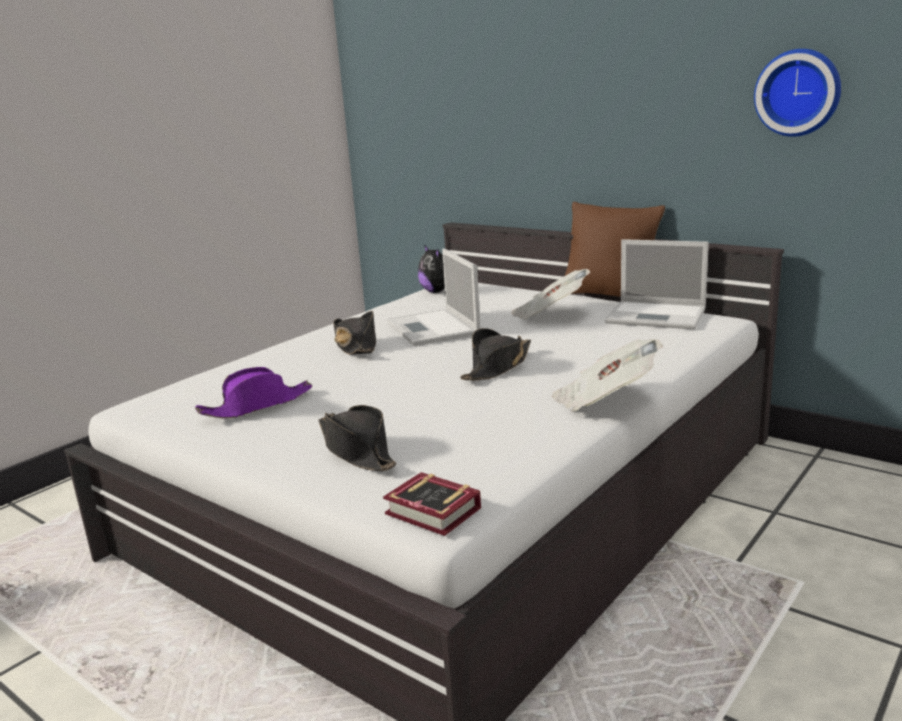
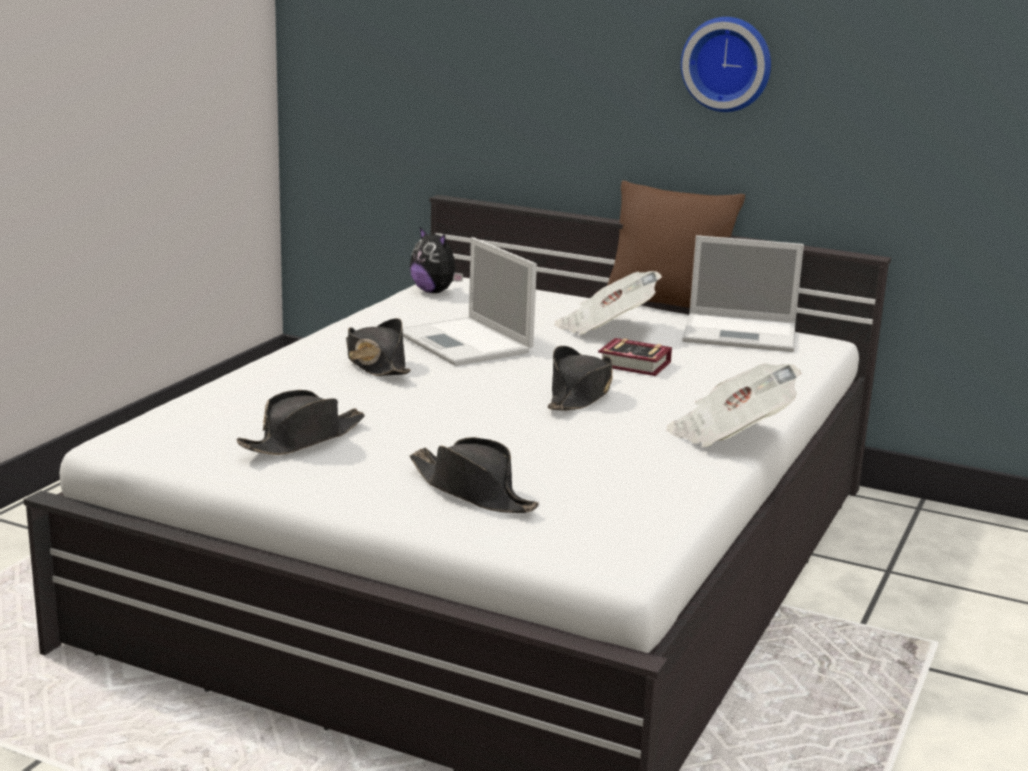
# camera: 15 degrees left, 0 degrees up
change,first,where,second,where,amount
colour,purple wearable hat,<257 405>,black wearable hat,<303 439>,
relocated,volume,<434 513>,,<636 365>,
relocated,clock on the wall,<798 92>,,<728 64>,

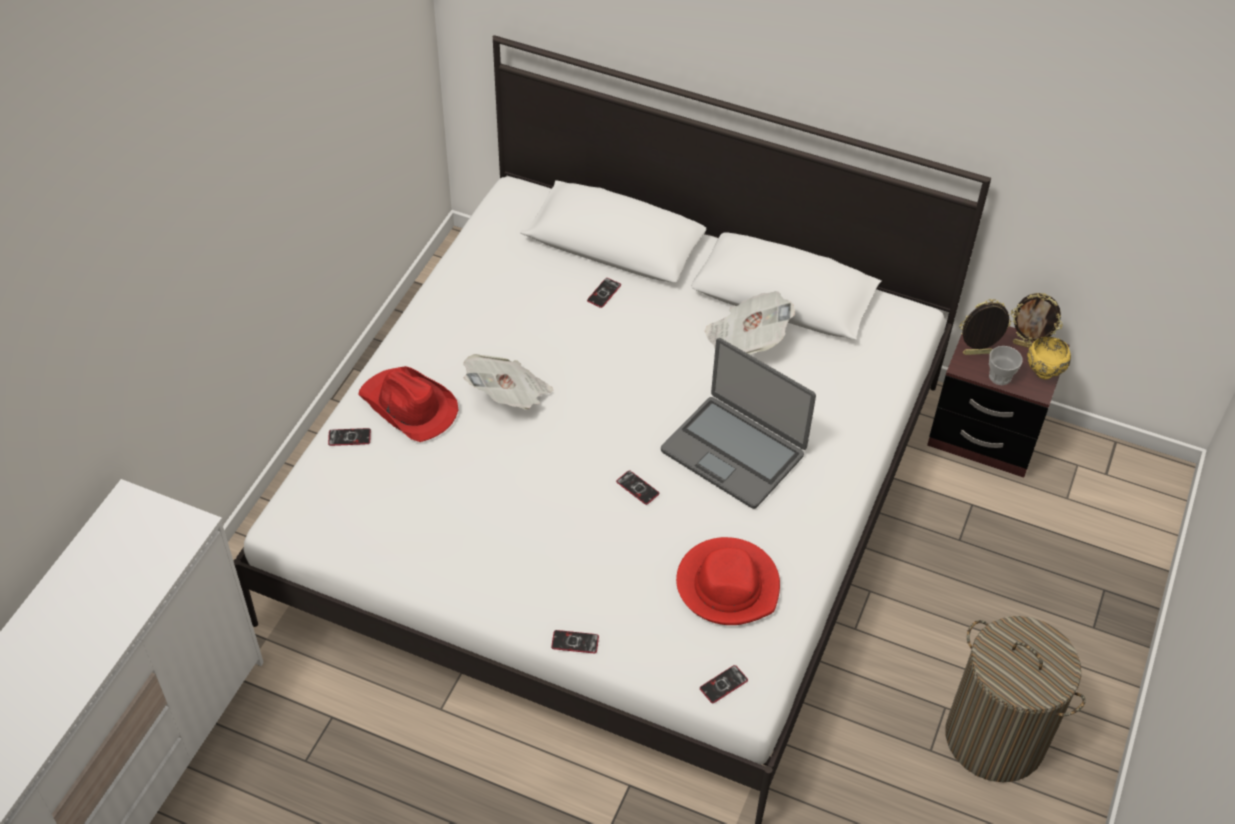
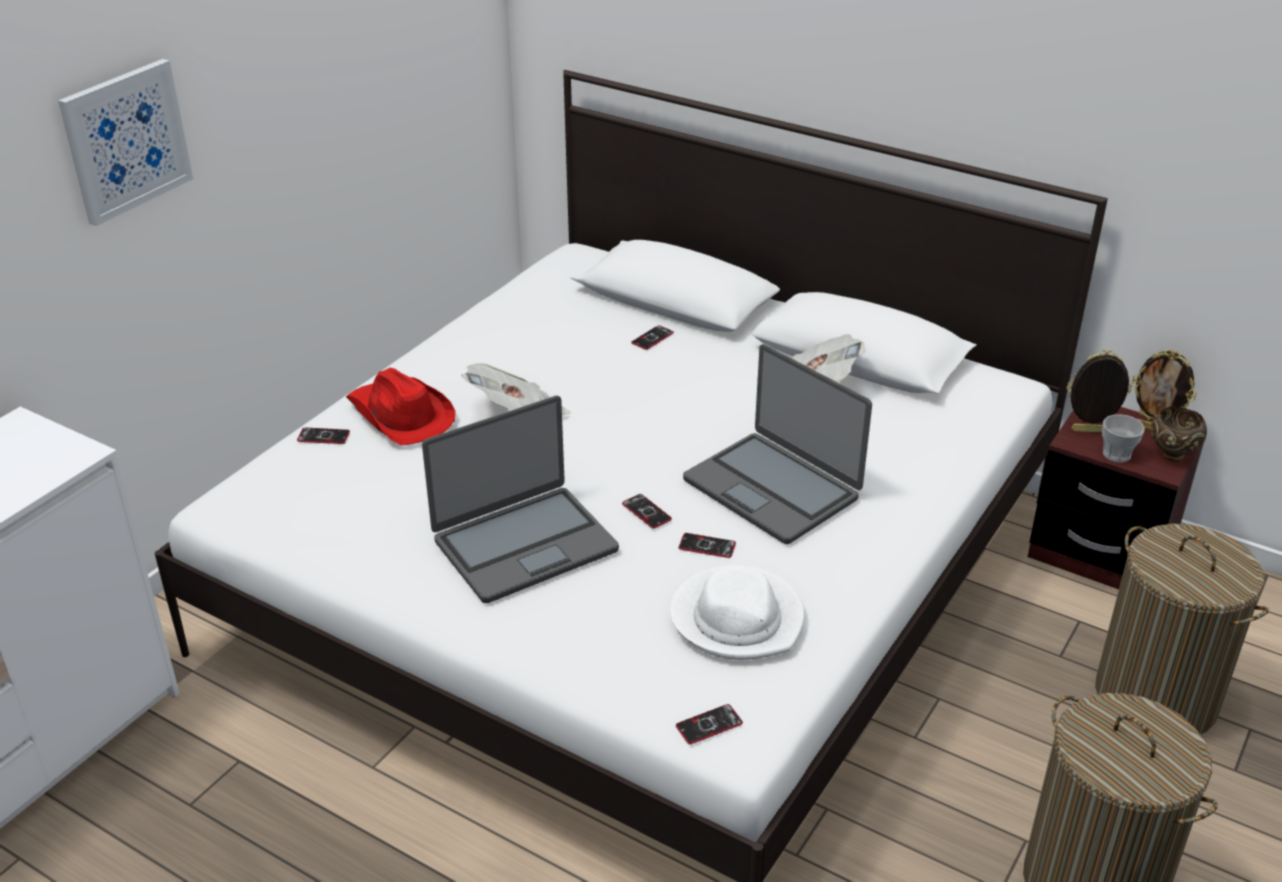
# camera: 10 degrees right, 15 degrees down
change,first,where,second,where,amount
appeared,,,wall picture,<126 140>,
appeared,,,notebook computer,<524 544>,
colour,red wearable hat,<728 585>,white wearable hat,<738 618>,
relocated,telephone,<575 642>,,<707 546>,
appeared,,,laundry basket,<1156 697>,
colour,yellow-coloured serving bowl,<1042 373>,brown serving bowl,<1171 456>,

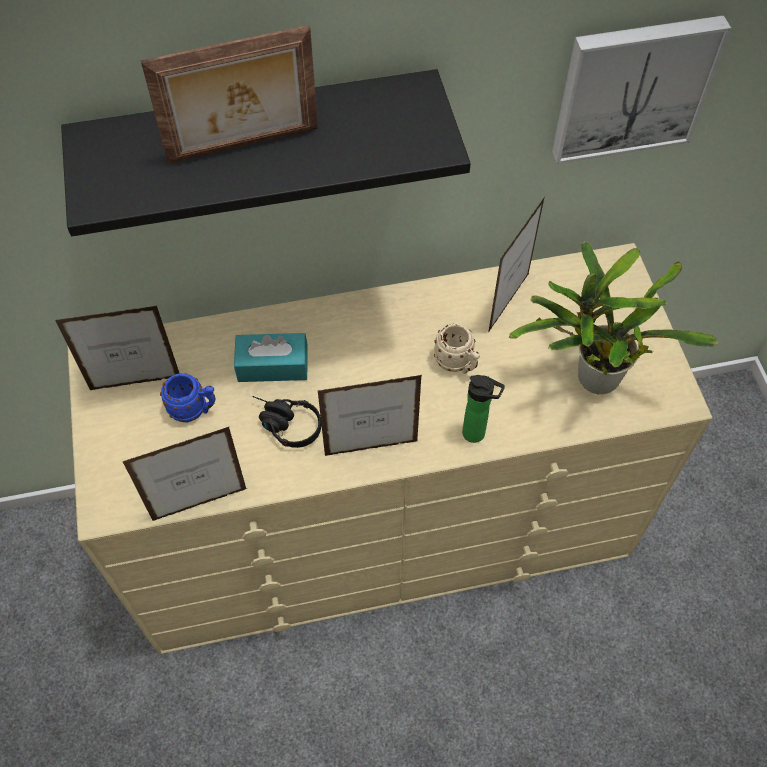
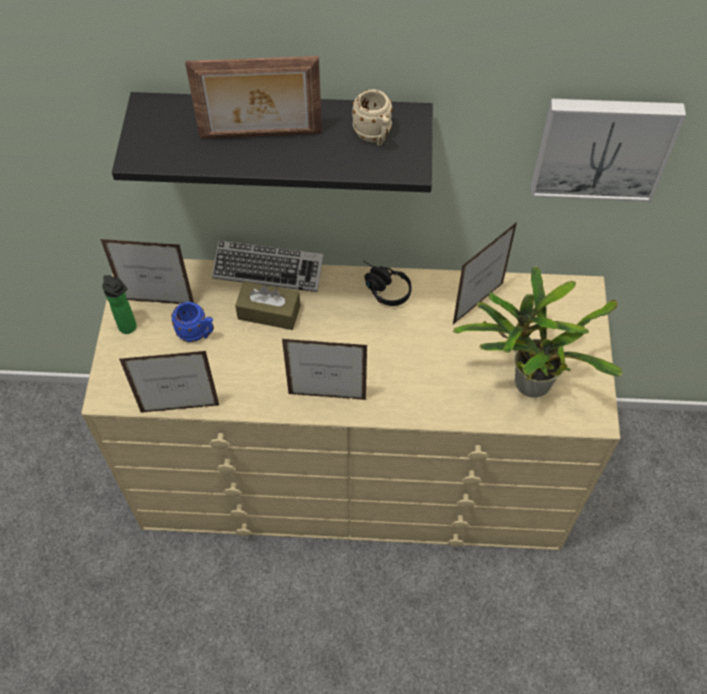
# camera: 15 degrees right, 0 degrees up
change,first,where,second,where,amount
relocated,bottle,<477 434>,,<129 328>,
appeared,,,keyboard,<268 270>,
colour,turquoise-coloured tissue holder,<273 365>,brown tissue holder,<269 312>,
relocated,beige coffee mug,<457 364>,,<374 136>,
relocated,black headset,<284 425>,,<382 288>,

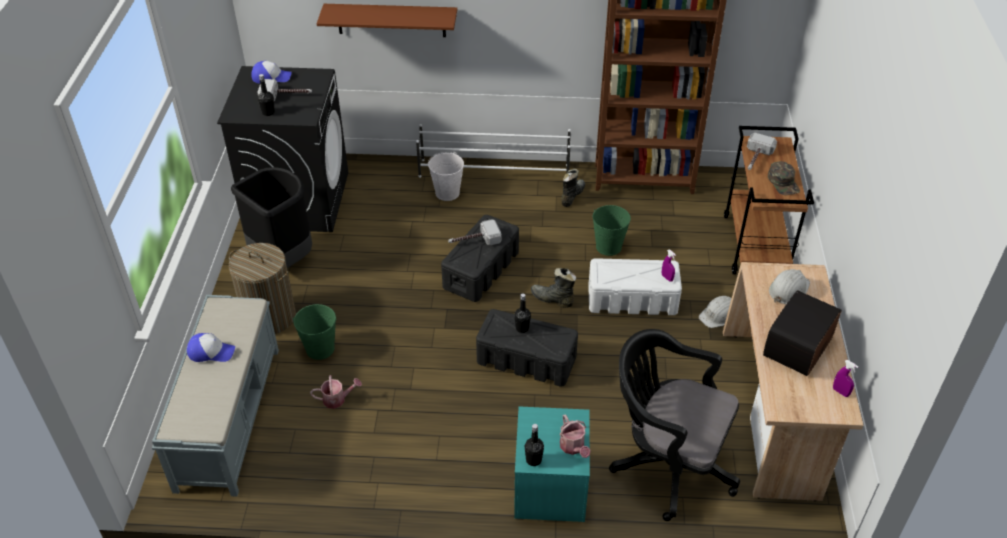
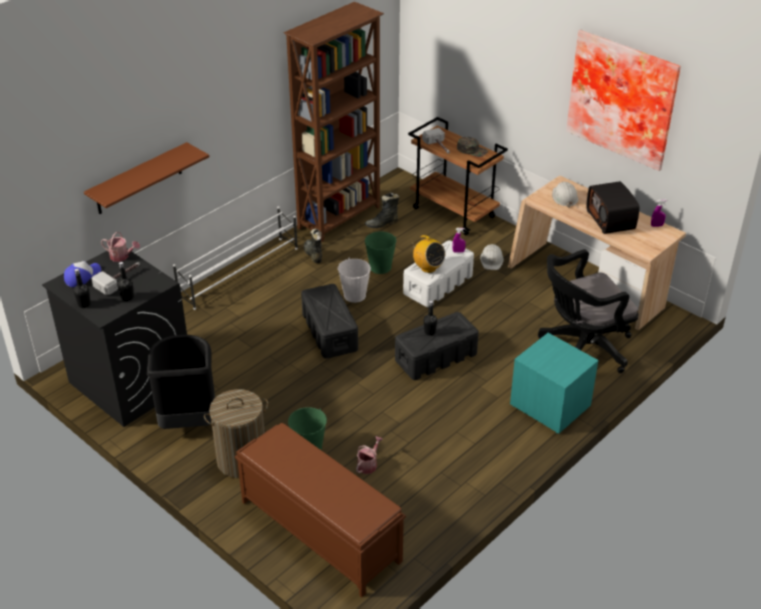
# camera: 50 degrees left, 5 degrees down
change,first,where,second,where,amount
relocated,black bottle,<533 460>,,<84 304>,
relocated,watering can,<573 447>,,<122 256>,
colour,greyish bench,<229 416>,brown bench,<319 530>,
relocated,white bucket,<447 193>,,<355 295>,
relocated,black high-top boot,<552 299>,,<382 224>,
appeared,,,radio,<428 268>,
appeared,,,wall picture,<623 98>,
missing,cap,<211 352>,,,
missing,tool hammer,<473 240>,,,

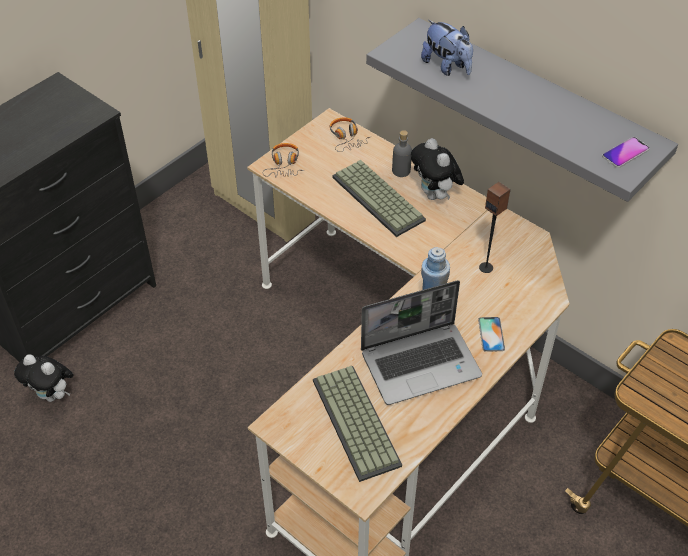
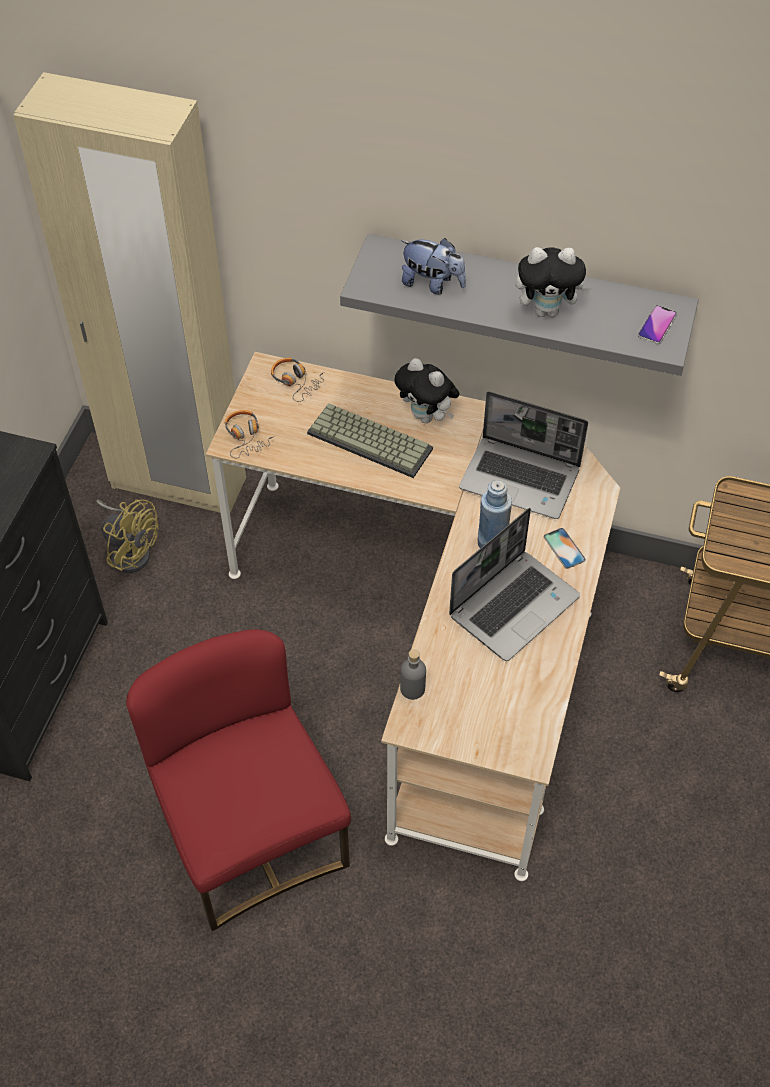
# camera: 25 degrees left, 5 degrees up
change,first,where,second,where,amount
appeared,,,yellow-coloured fan,<130 550>,
appeared,,,red upright chair,<252 834>,
relocated,greyish bottle,<401 171>,,<412 689>,
exchanged,speaker,<486 267>,notebook computer,<521 478>,
relocated,soft toy,<53 395>,,<547 310>,
missing,keyboard,<358 422>,,,

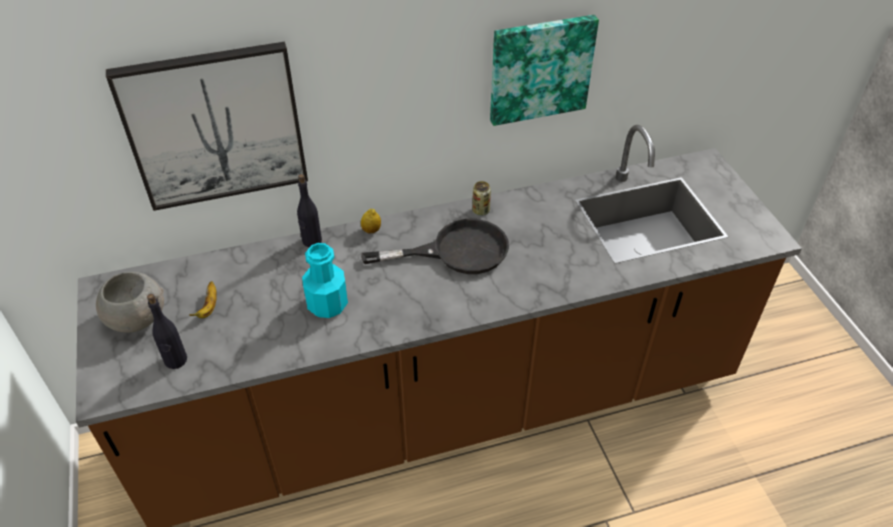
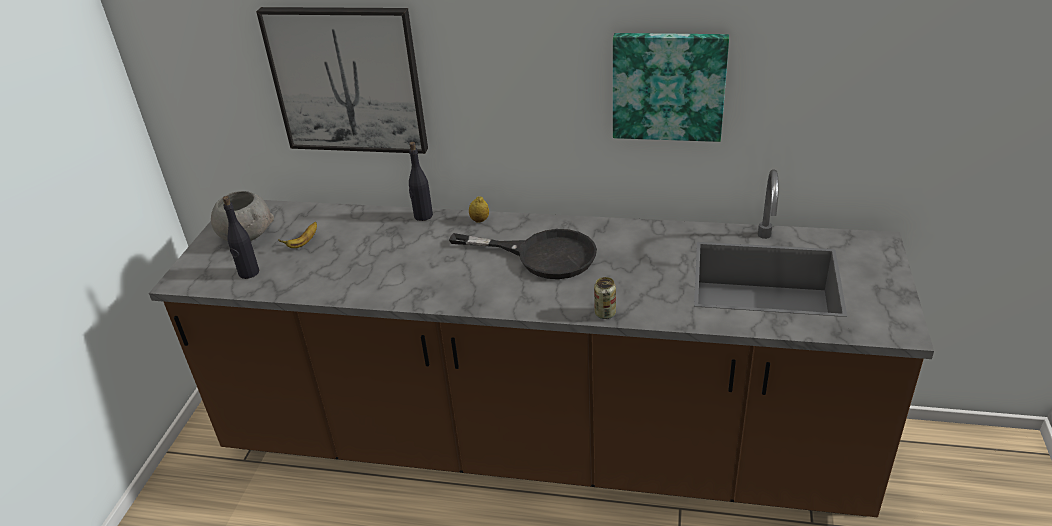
# camera: 30 degrees right, 10 degrees down
change,first,where,second,where,amount
relocated,metal can,<480 211>,,<605 313>,
missing,turquoise-coloured bottle,<327 304>,,,

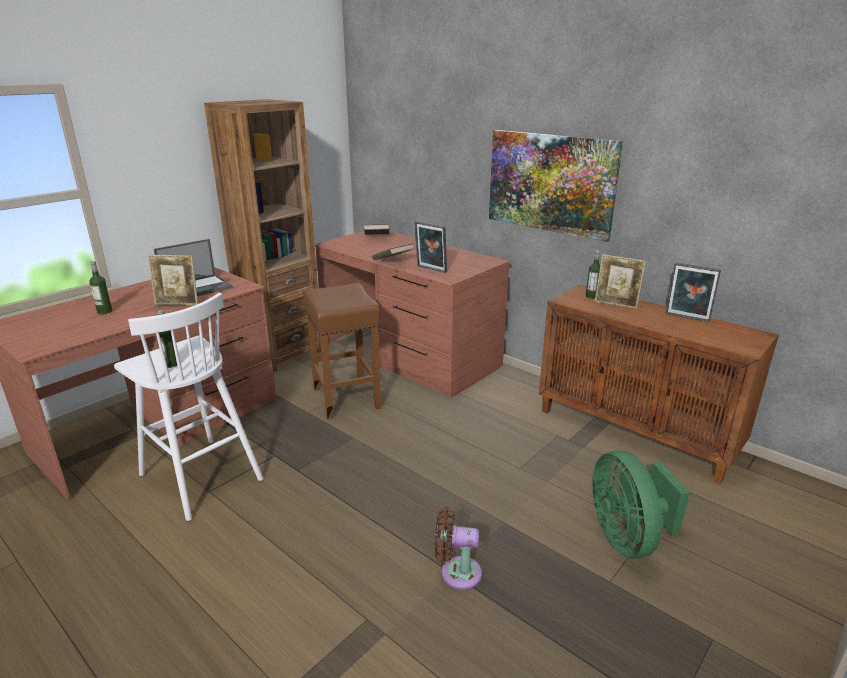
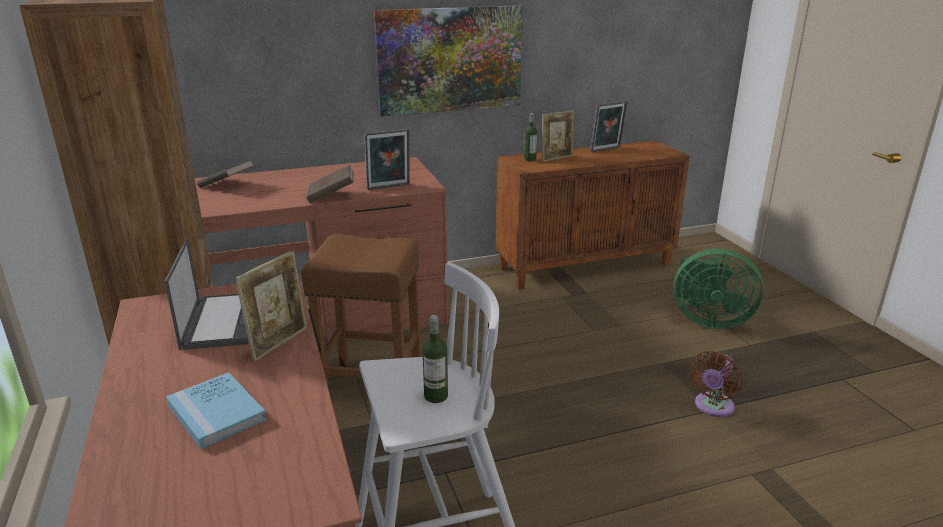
# camera: 60 degrees left, 0 degrees up
change,first,where,second,where,amount
exchanged,bottle,<105 311>,bluish volume,<216 413>,

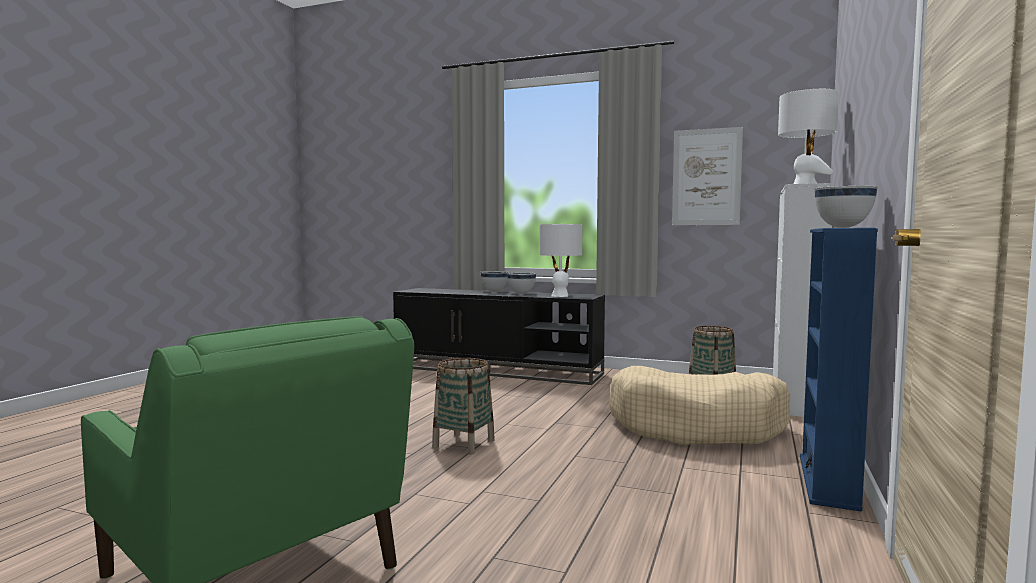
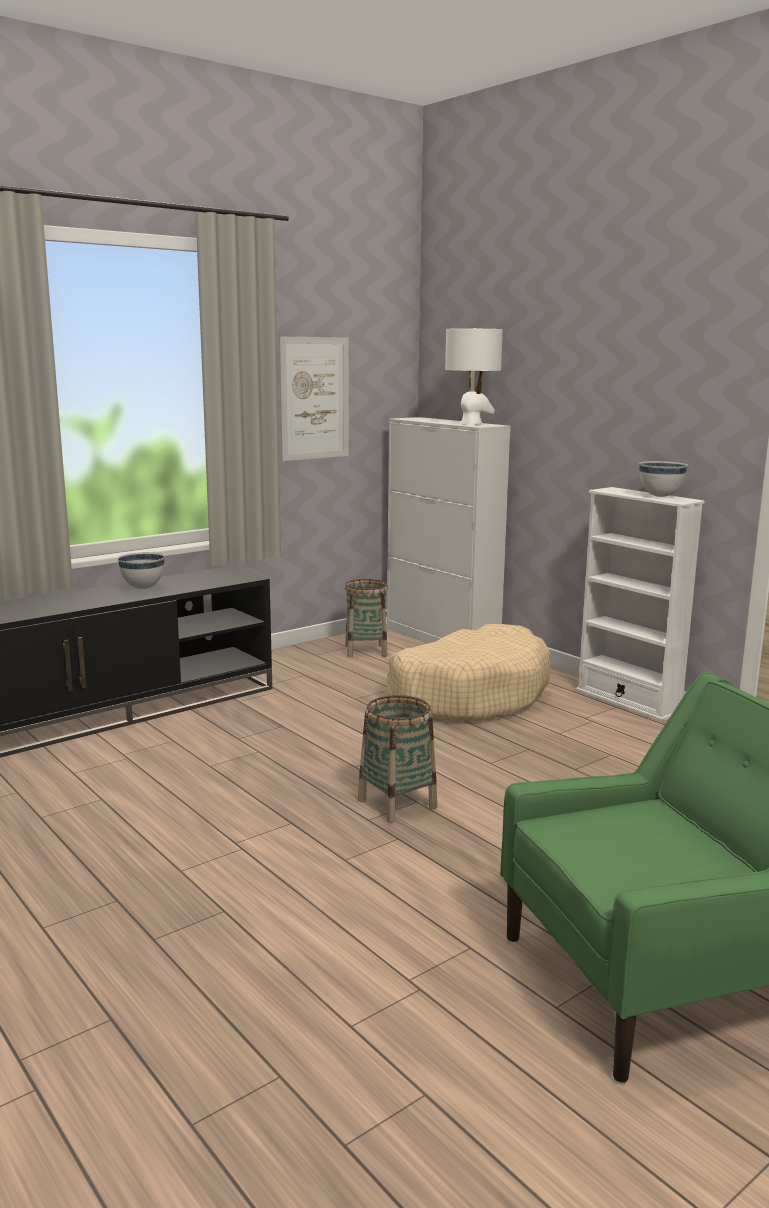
# camera: 60 degrees left, 10 degrees up
change,first,where,second,where,amount
colour,bluish bookcase,<828 481>,white bookcase,<628 701>,
missing,white serving bowl,<495 291>,,,
missing,white tabletop lamp,<560 296>,,,

